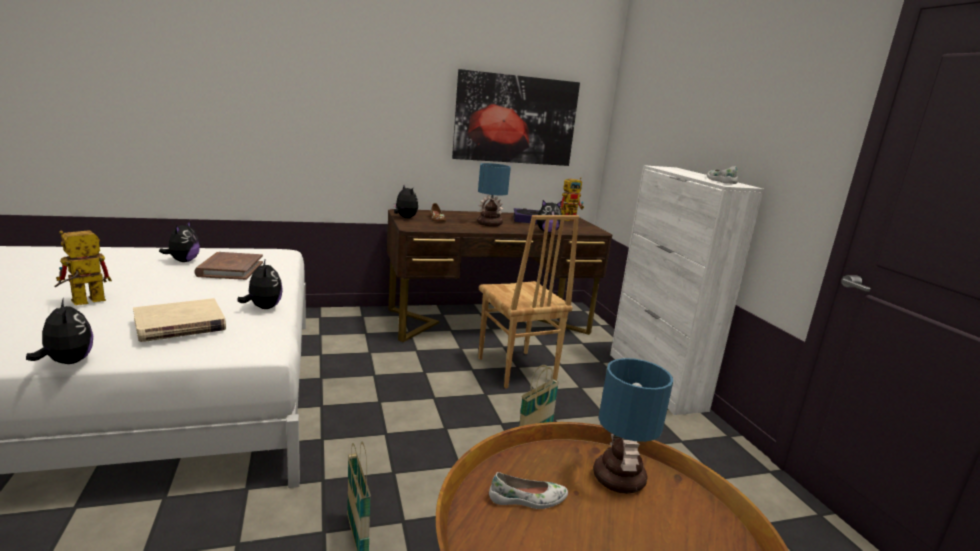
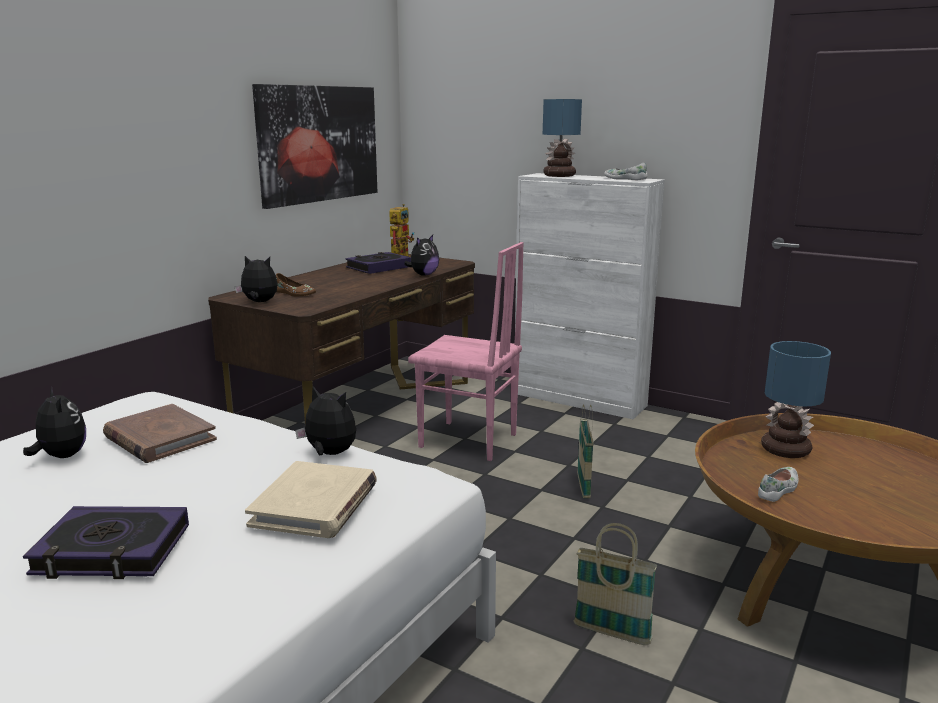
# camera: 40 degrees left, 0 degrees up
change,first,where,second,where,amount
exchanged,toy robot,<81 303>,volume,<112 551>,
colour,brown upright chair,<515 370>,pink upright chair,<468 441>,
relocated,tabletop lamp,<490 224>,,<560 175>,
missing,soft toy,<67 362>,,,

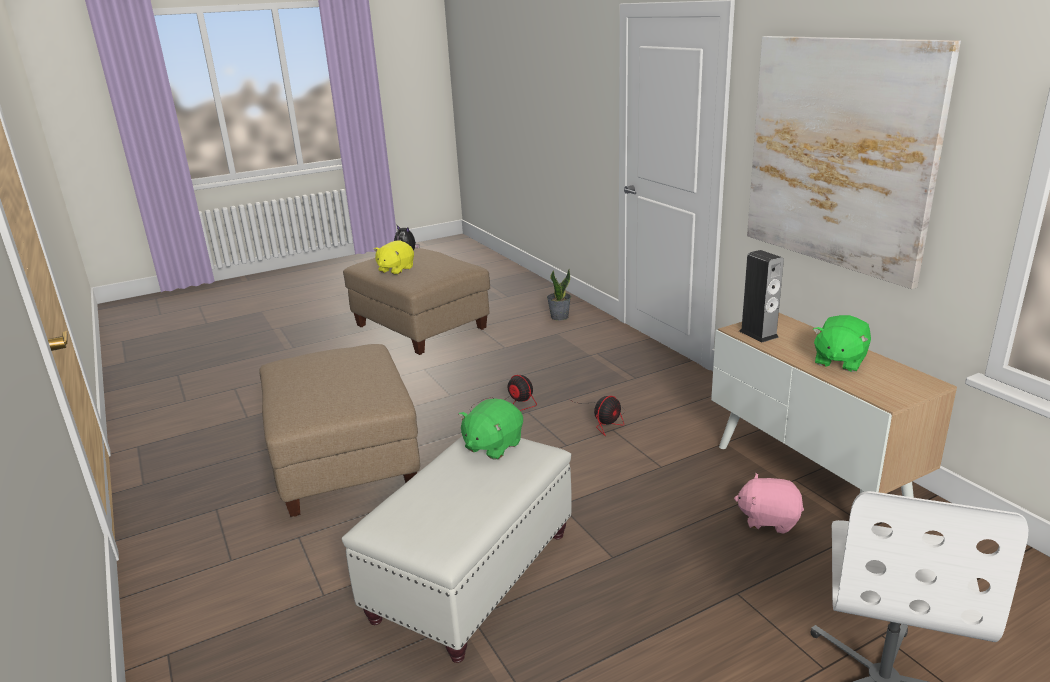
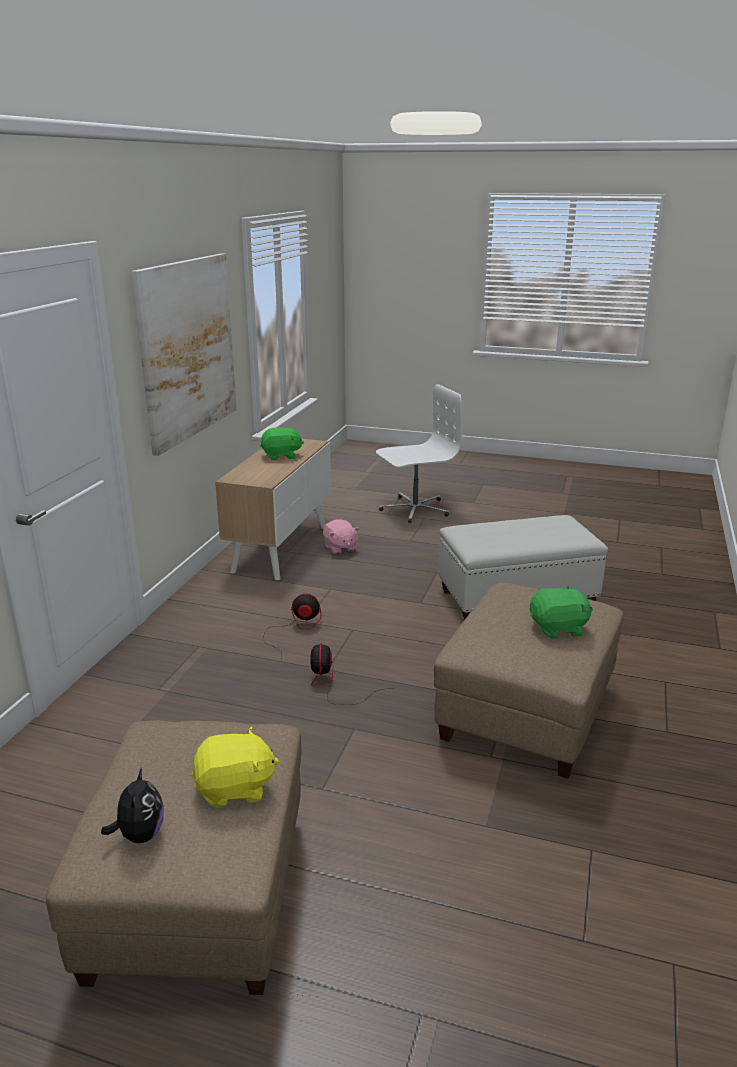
# camera: 135 degrees left, 0 degrees up
change,first,where,second,where,amount
relocated,green soft toy,<492 446>,,<558 629>,
missing,houseplant,<559 317>,,,
missing,speaker,<758 334>,,,

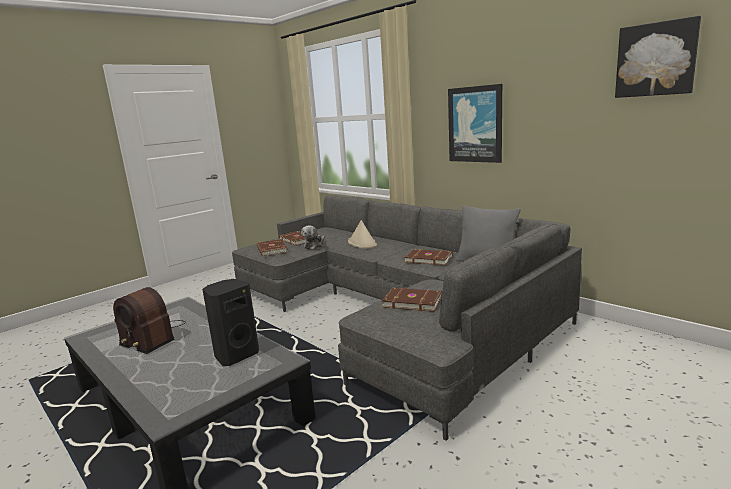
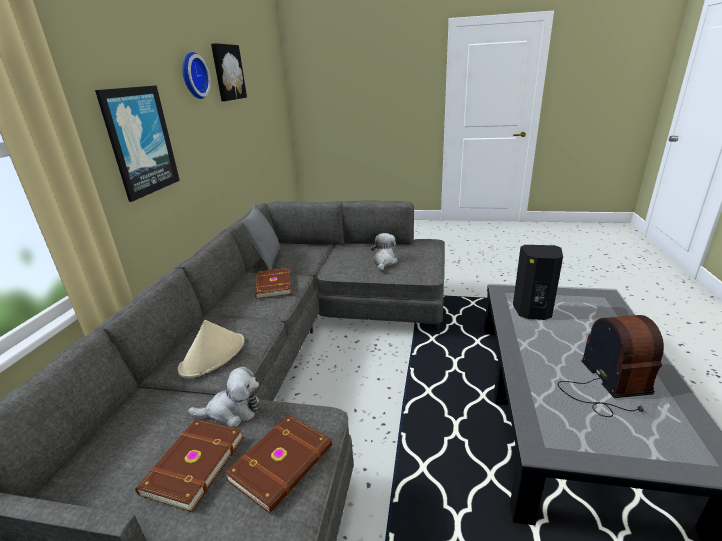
# camera: 125 degrees left, 10 degrees up
change,first,where,second,where,amount
appeared,,,clock on the wall,<193 76>,
exchanged,brown volume,<412 301>,soft toy,<384 262>,

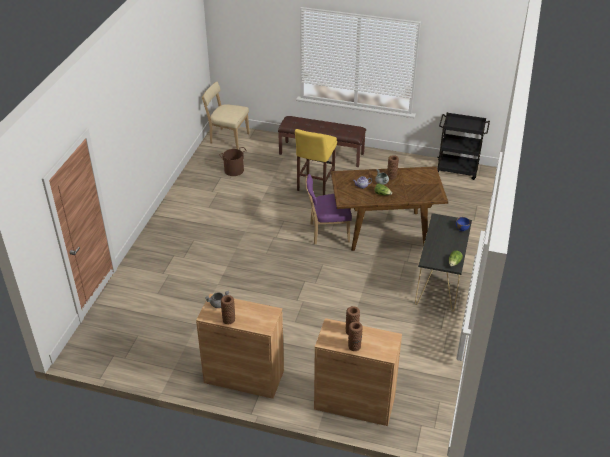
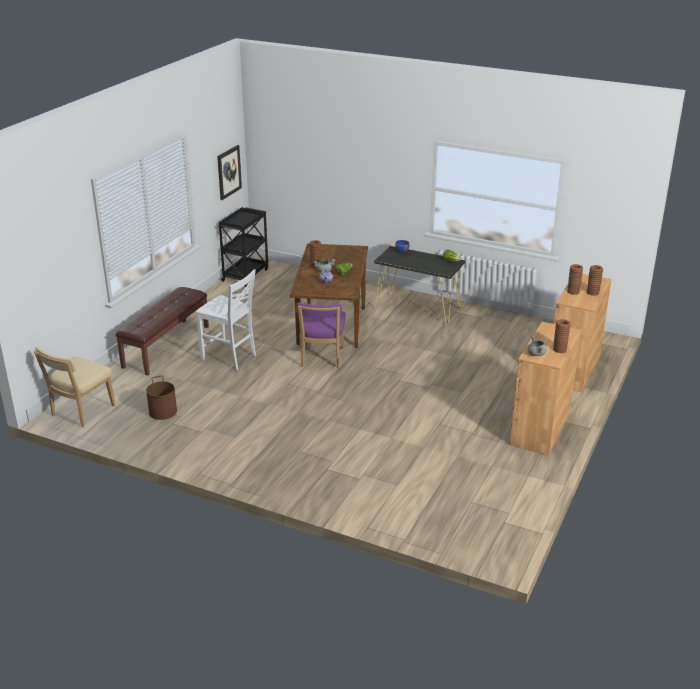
# camera: 80 degrees left, 10 degrees down
change,first,where,second,where,amount
exchanged,yellow-coloured stool seat,<314 186>,white upright chair,<230 357>,
appeared,,,wall picture,<229 172>,

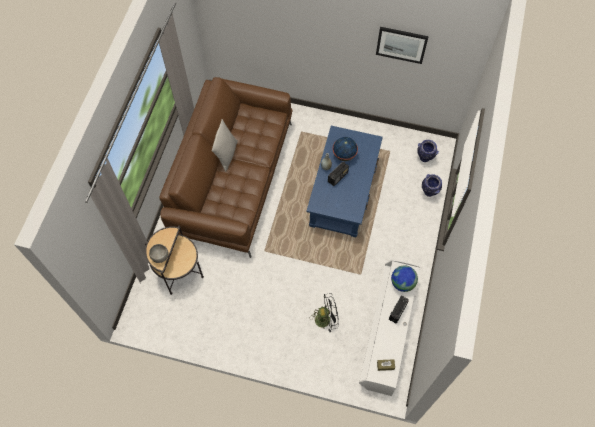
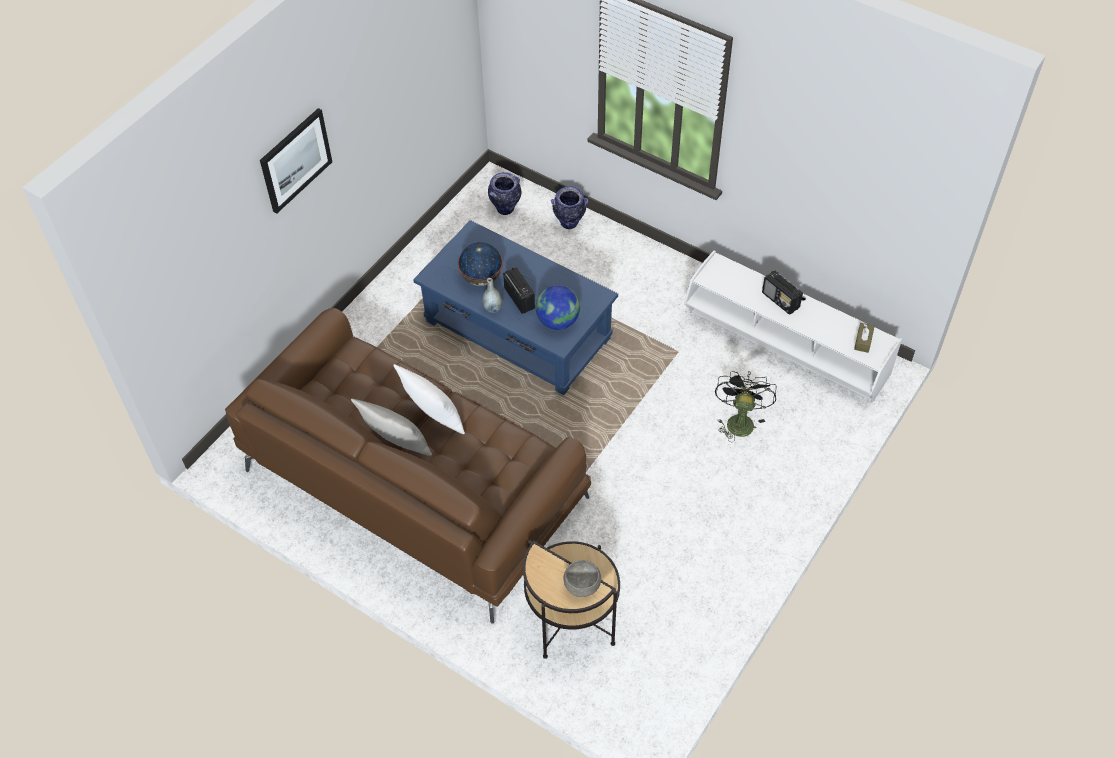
# camera: 70 degrees left, 10 degrees down
change,first,where,second,where,amount
relocated,wall picture,<401 44>,,<295 160>,
appeared,,,white cushion,<433 418>,
relocated,world globe,<402 283>,,<558 321>,

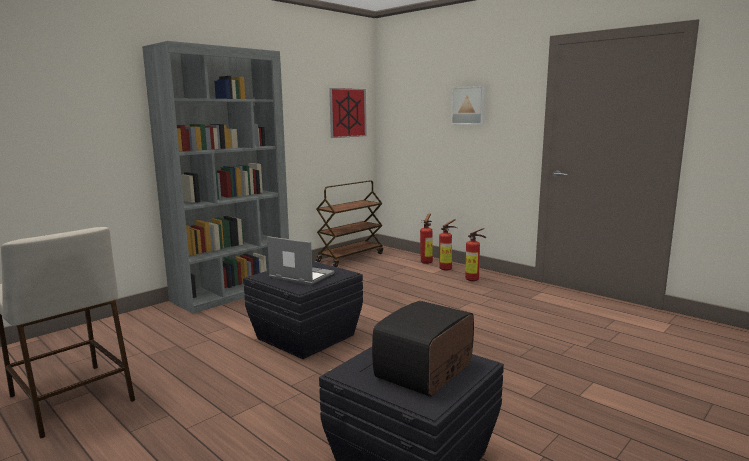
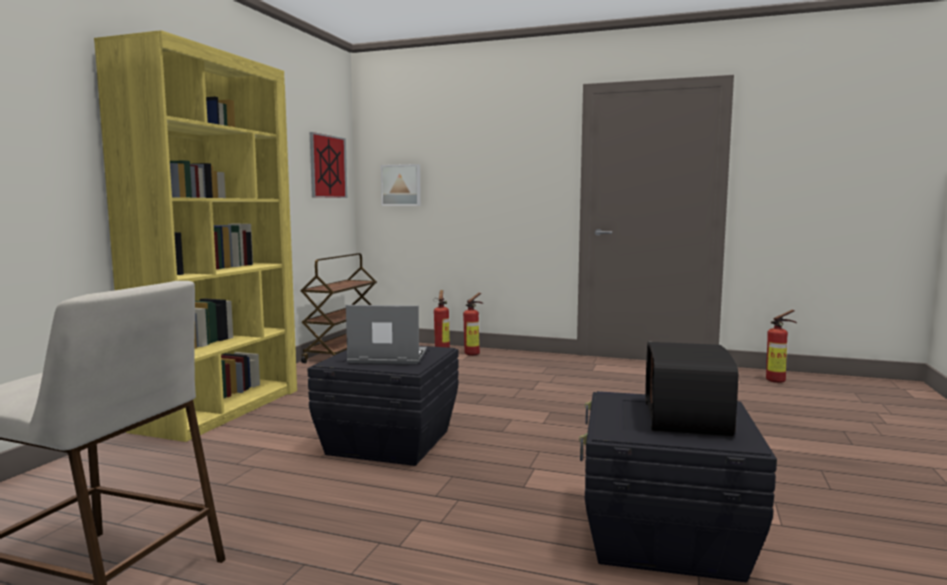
# camera: 25 degrees left, 5 degrees down
change,first,where,second,where,amount
colour,greyish bookcase,<233 292>,yellow-coloured bookcase,<220 409>,
relocated,wall picture,<469 105>,,<401 185>,
relocated,fire extinguisher,<474 280>,,<778 381>,

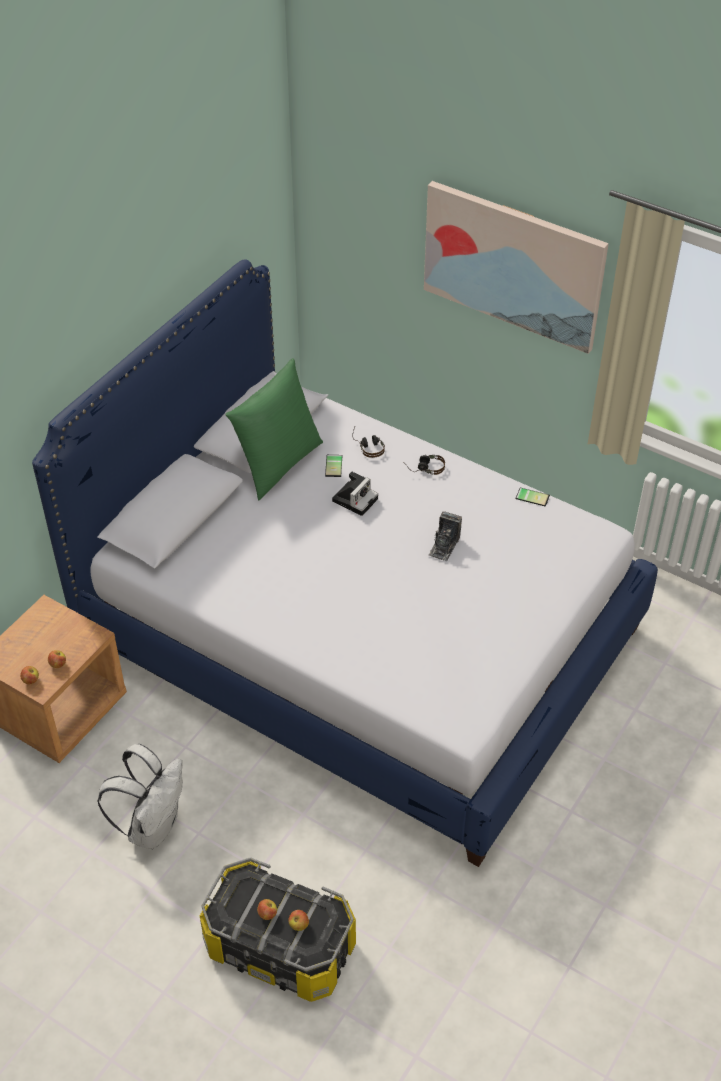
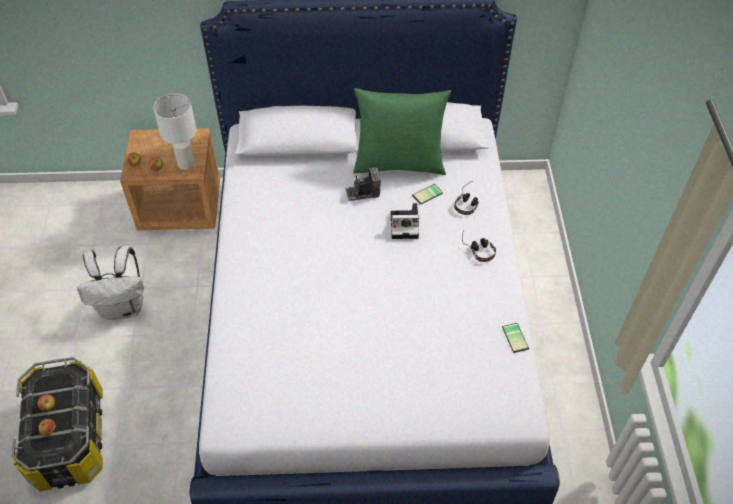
# camera: 55 degrees right, 5 degrees up
change,first,where,second,where,amount
appeared,,,white tabletop lamp,<186 163>,
relocated,still camera,<444 546>,,<362 192>,
missing,wall picture,<513 265>,,,

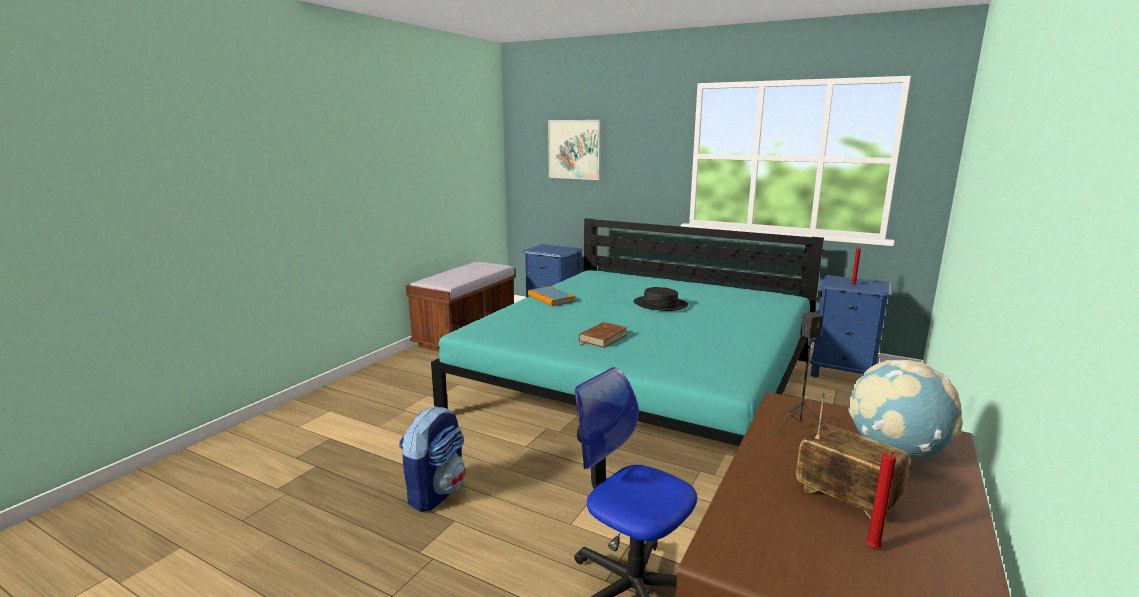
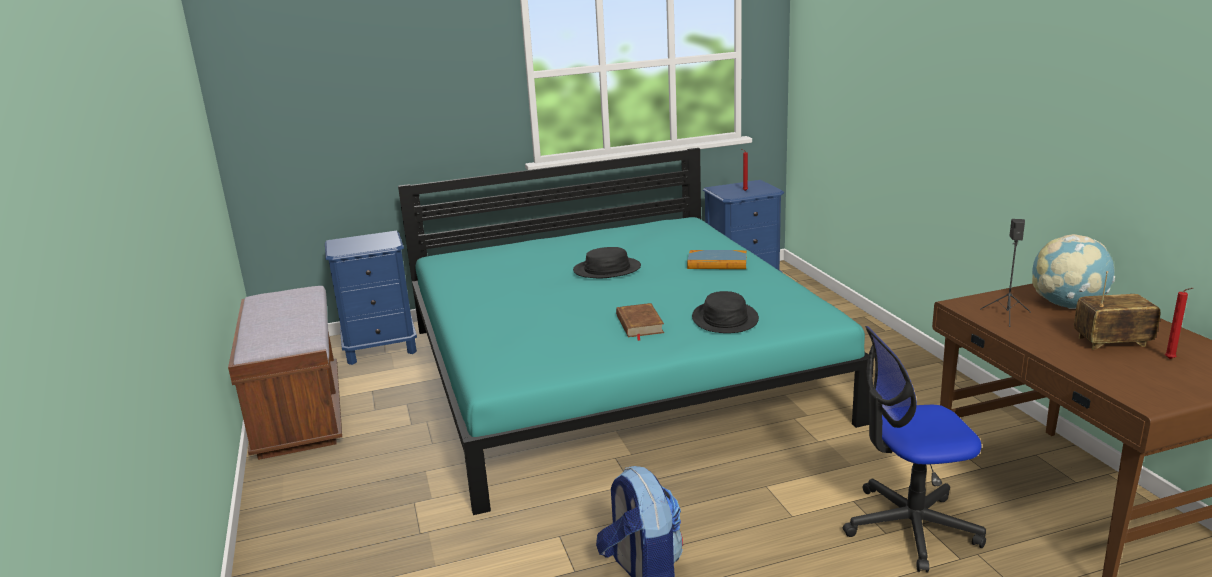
# camera: 45 degrees left, 5 degrees up
change,first,where,second,where,amount
relocated,volume,<551 298>,,<717 263>,
appeared,,,black wearable hat,<724 319>,
missing,wall picture,<574 149>,,,

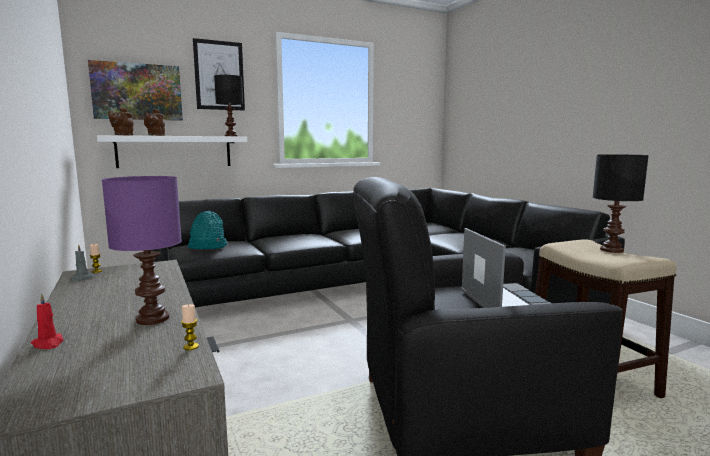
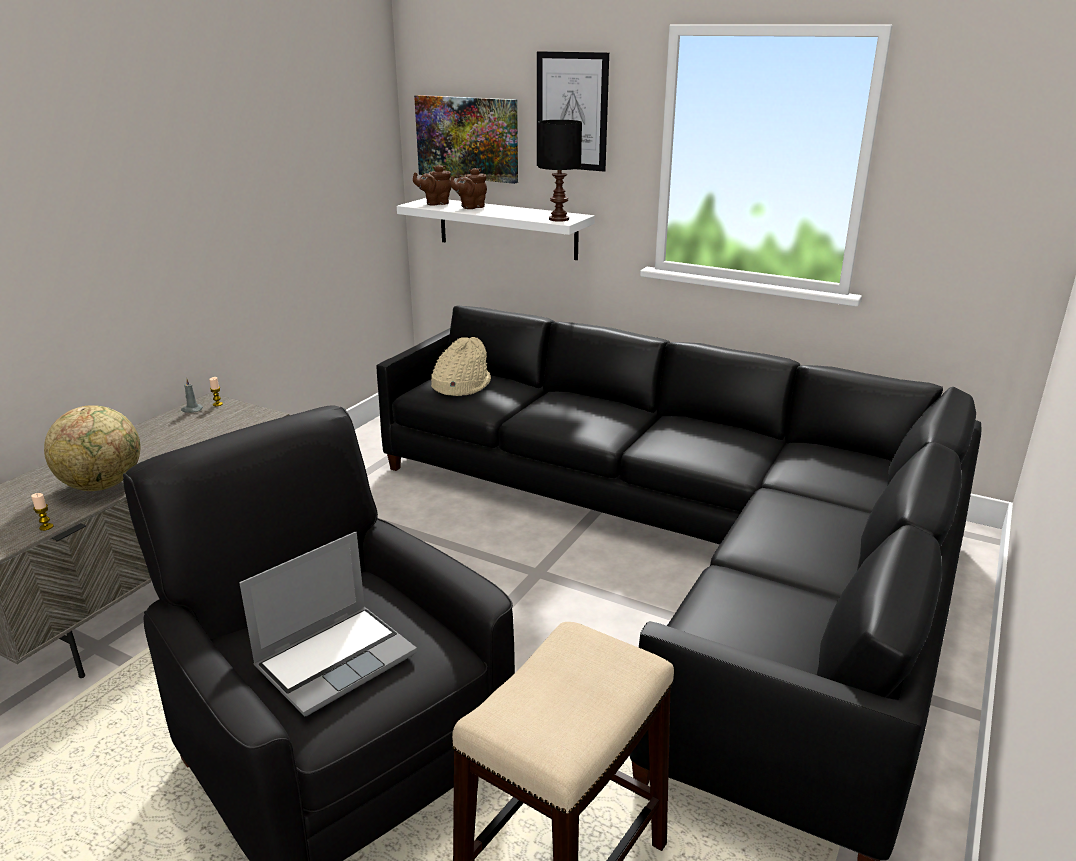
# camera: 55 degrees right, 15 degrees up
change,first,where,second,where,amount
exchanged,purple tabletop lamp,<152 318>,world globe,<103 485>,
colour,turquoise-coloured wearable hat,<207 246>,beige wearable hat,<461 386>,
missing,red wax light,<48 343>,,,
missing,black tabletop lamp,<611 250>,,,

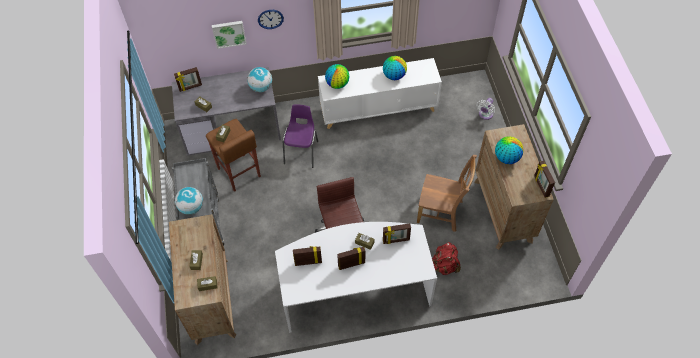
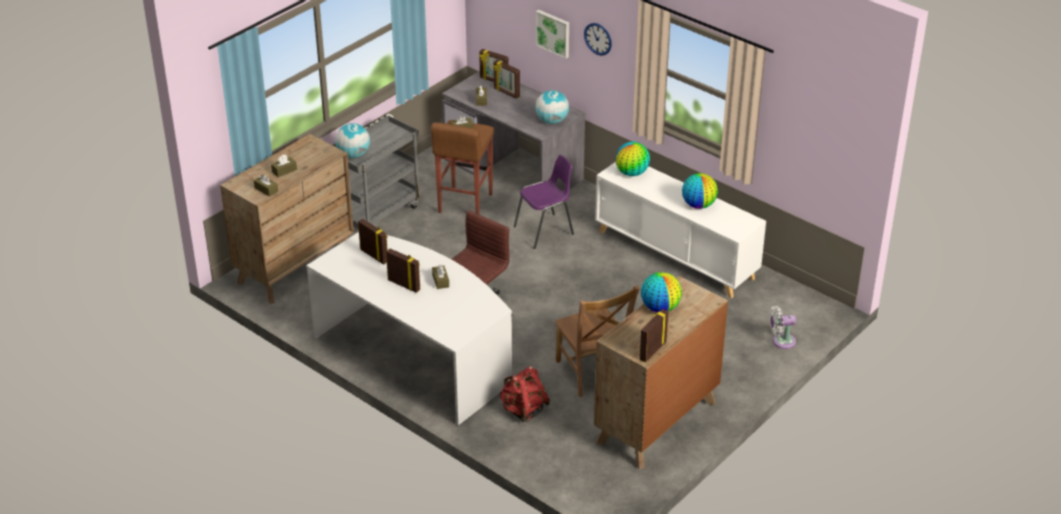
# camera: 50 degrees right, 20 degrees down
change,first,where,second,where,amount
relocated,picture frame,<396 240>,,<506 93>,

